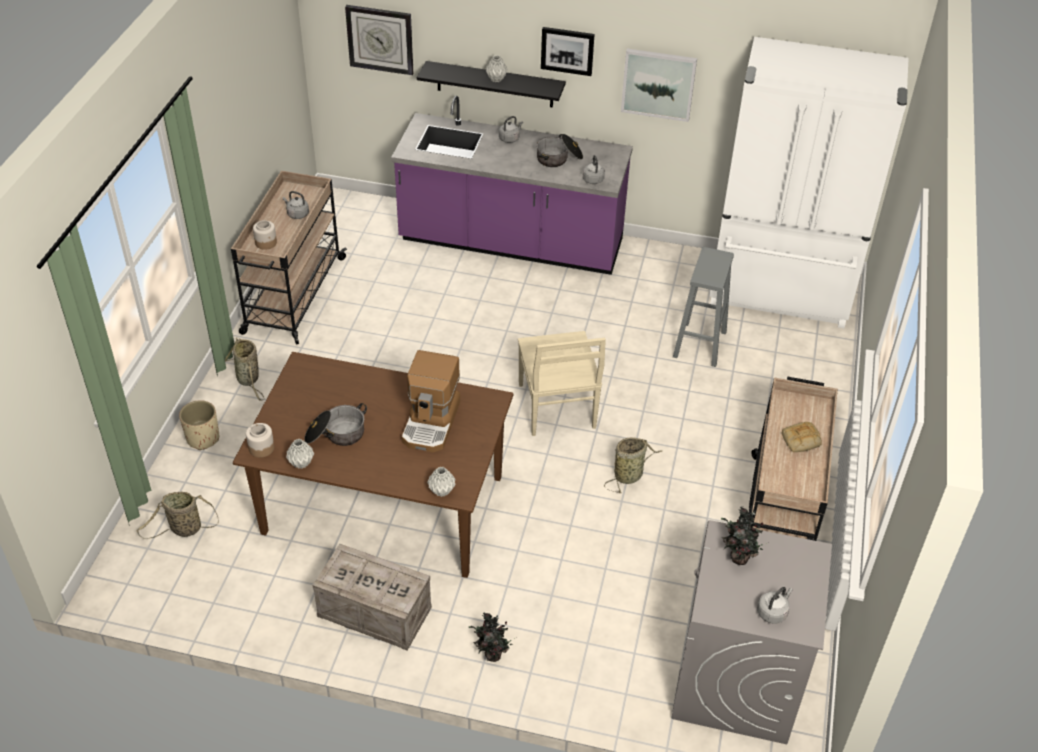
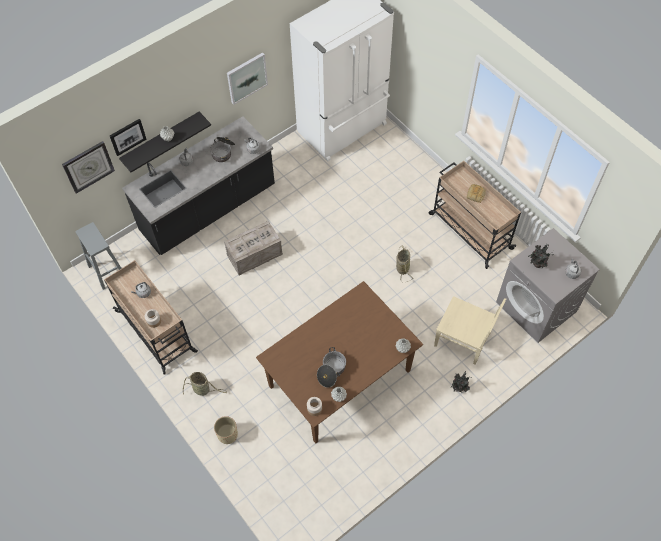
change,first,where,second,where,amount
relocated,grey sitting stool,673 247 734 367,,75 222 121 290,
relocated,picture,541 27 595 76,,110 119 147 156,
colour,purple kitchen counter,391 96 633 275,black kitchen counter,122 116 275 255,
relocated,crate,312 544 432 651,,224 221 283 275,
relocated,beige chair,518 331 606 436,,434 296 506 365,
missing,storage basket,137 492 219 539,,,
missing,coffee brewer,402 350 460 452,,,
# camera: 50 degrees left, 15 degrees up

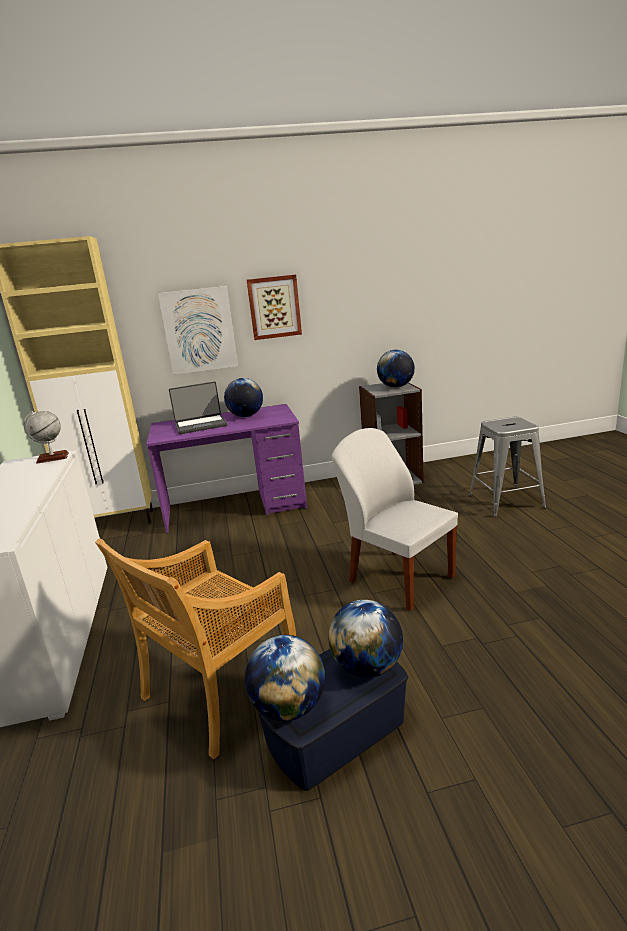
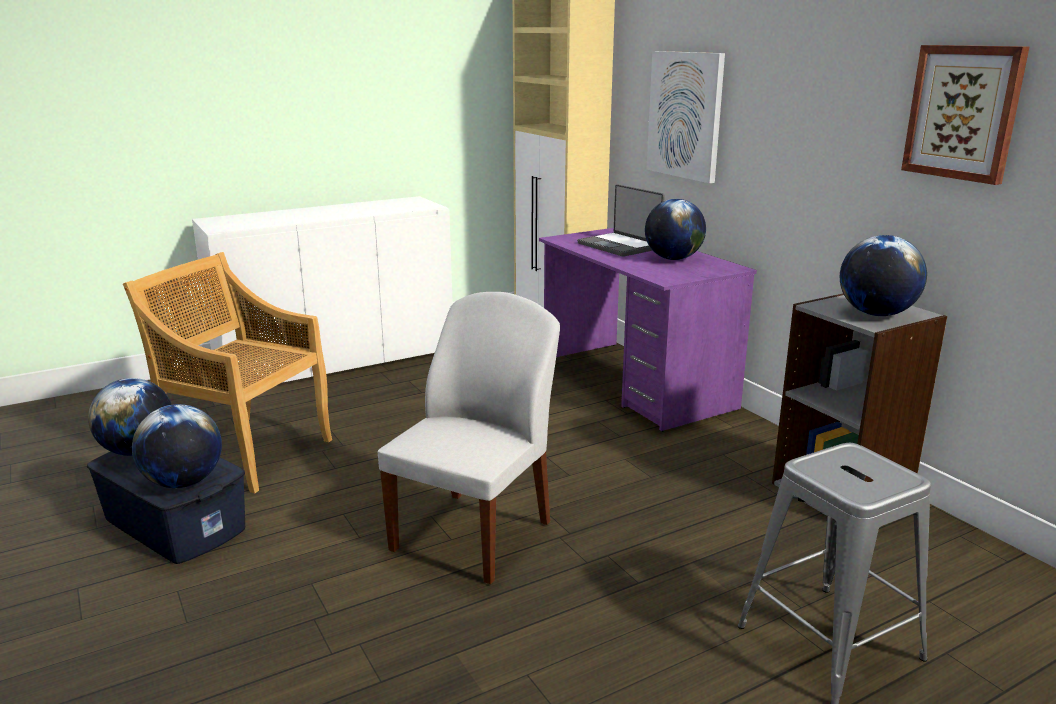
change,first,where,second,where,amount
relocated,picture,247 275 302 340,,901 45 1029 185,
missing,world globe,23 411 69 464,,,
# camera: 70 degrees right, 0 degrees up

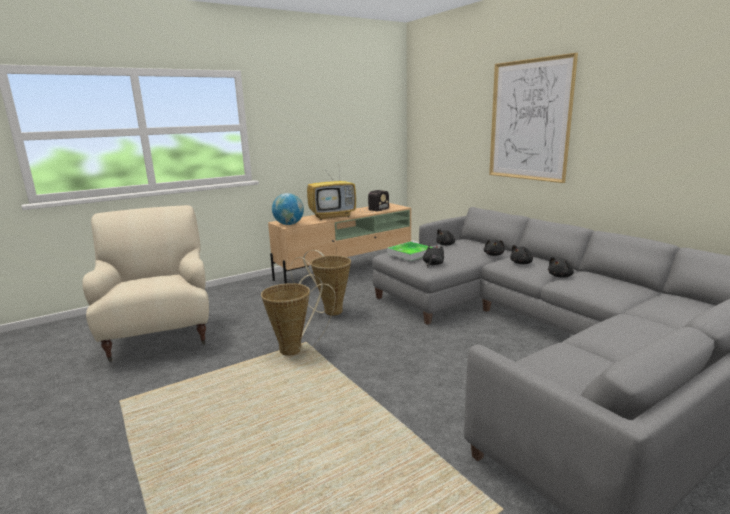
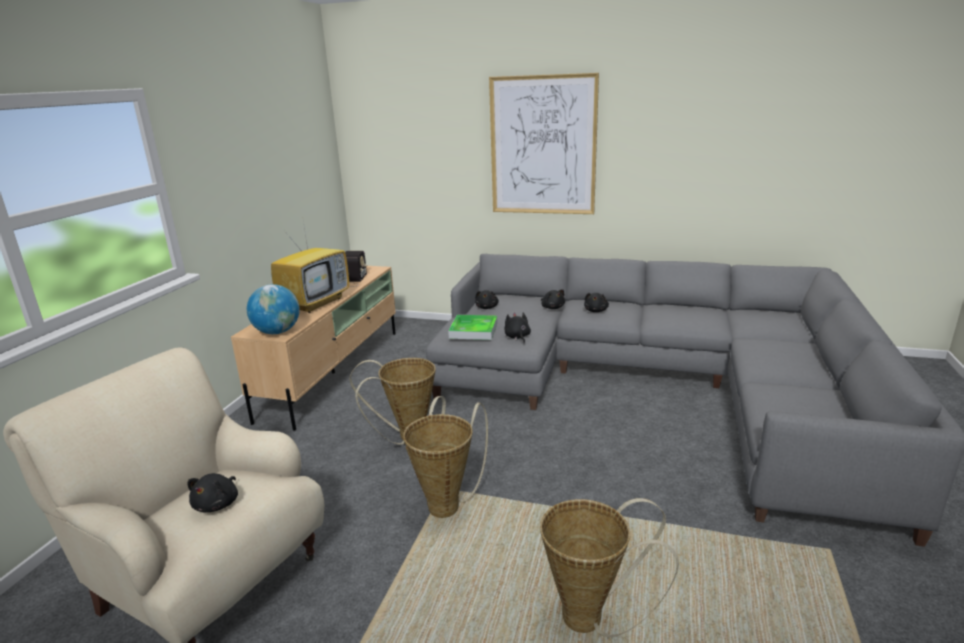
change,first,where,second,where,amount
relocated,black cuddly toy,548 257 574 278,,187 473 238 513,
appeared,,,storage basket,540 498 679 638,
# camera: 40 degrees left, 5 degrees up

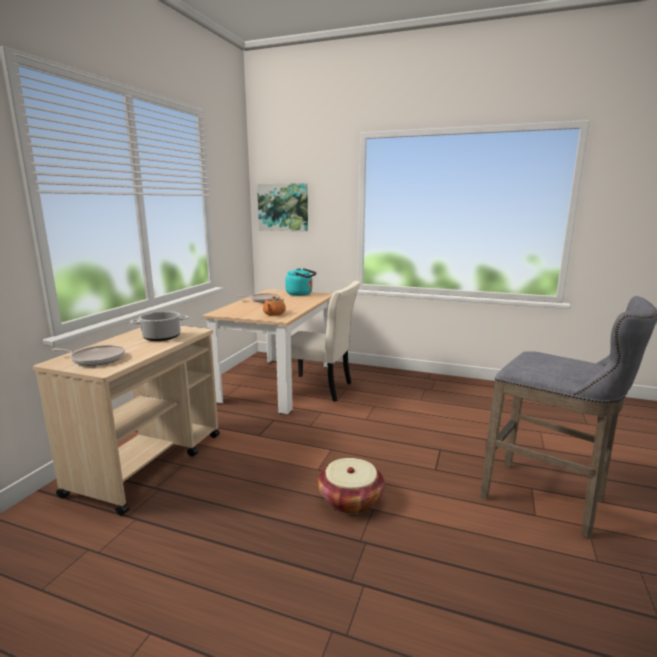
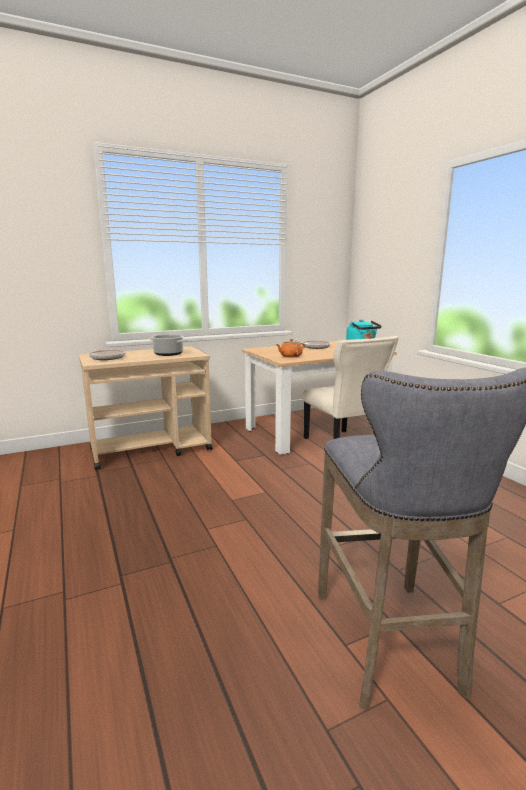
change,first,where,second,where,amount
missing,picture,257 183 308 231,,,
missing,storage basket,318 458 385 514,,,
# camera: 45 degrees right, 0 degrees up

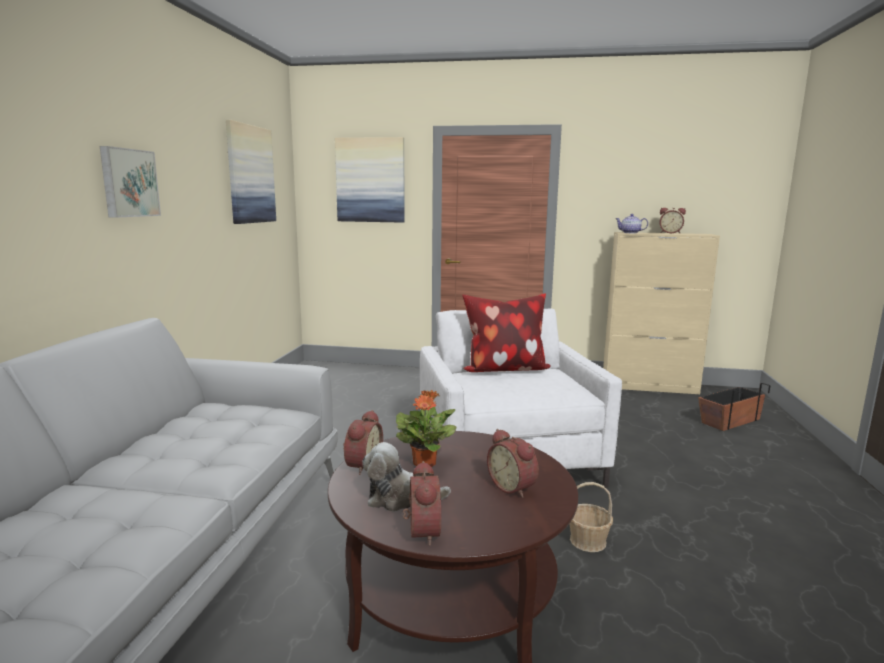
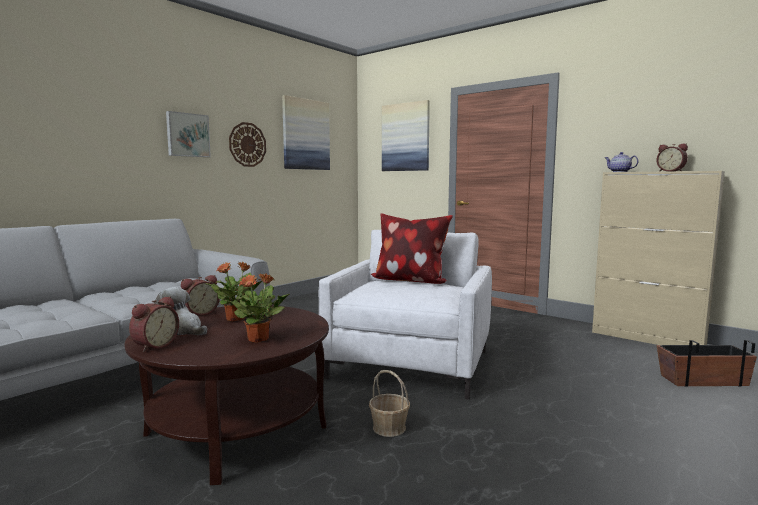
change,first,where,second,where,amount
exchanged,bedside clock,487 429 539 498,houseplant,225 273 289 343,
appeared,,,wall clock,229 122 266 167,
# camera: 30 degrees right, 5 degrees down

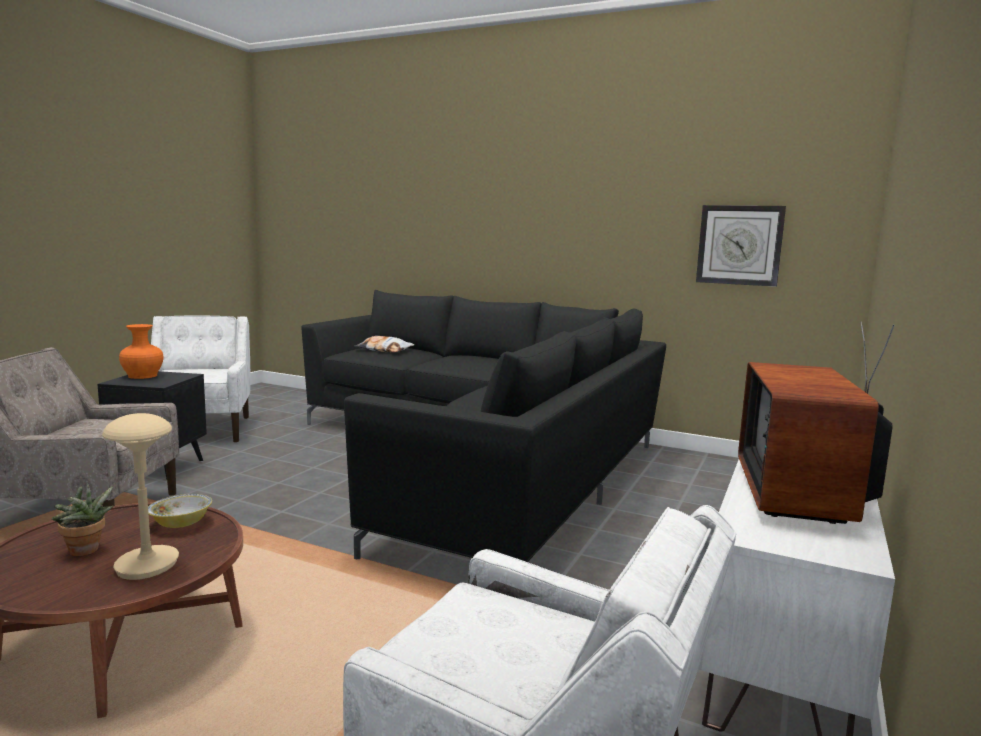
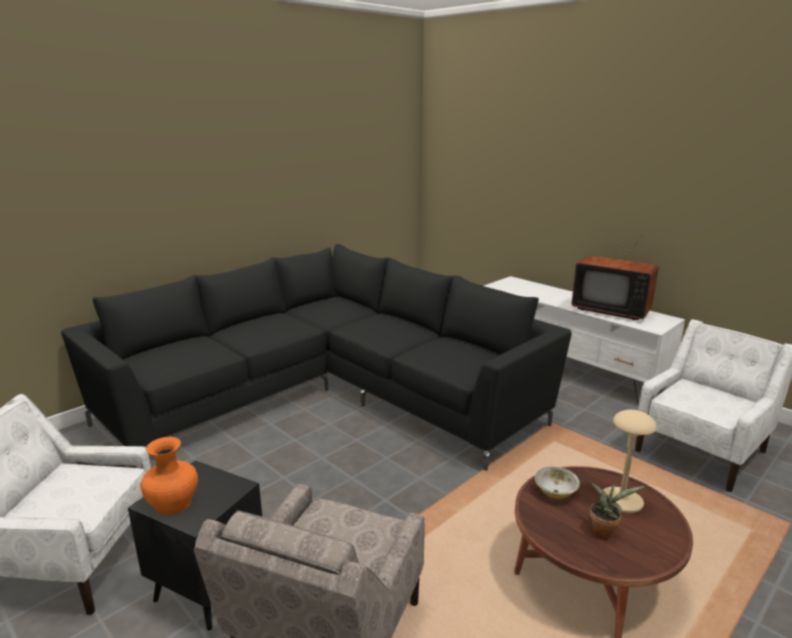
change,first,where,second,where,amount
missing,throw pillow,354 336 415 352,,,
missing,wall clock,696 205 786 287,,,
# camera: 70 degrees left, 10 degrees up

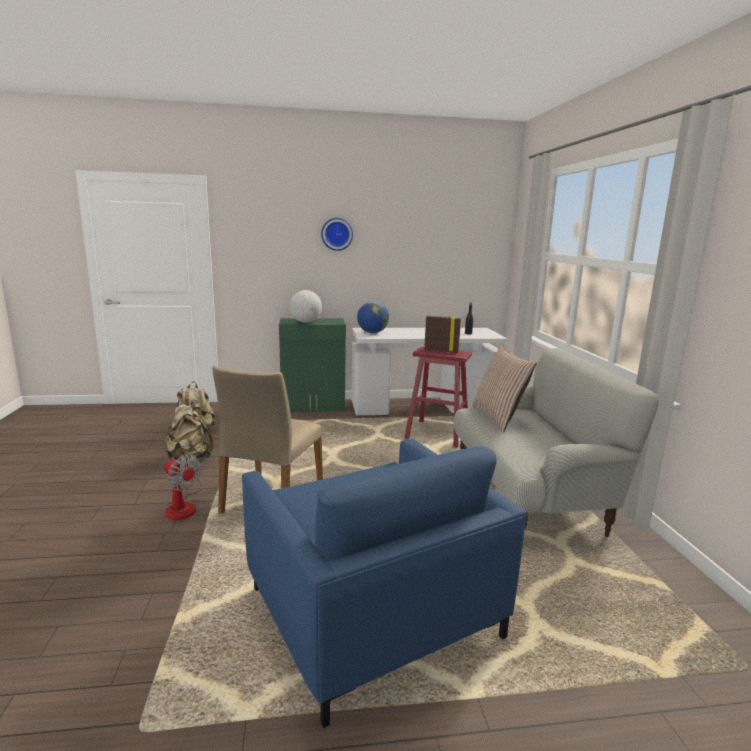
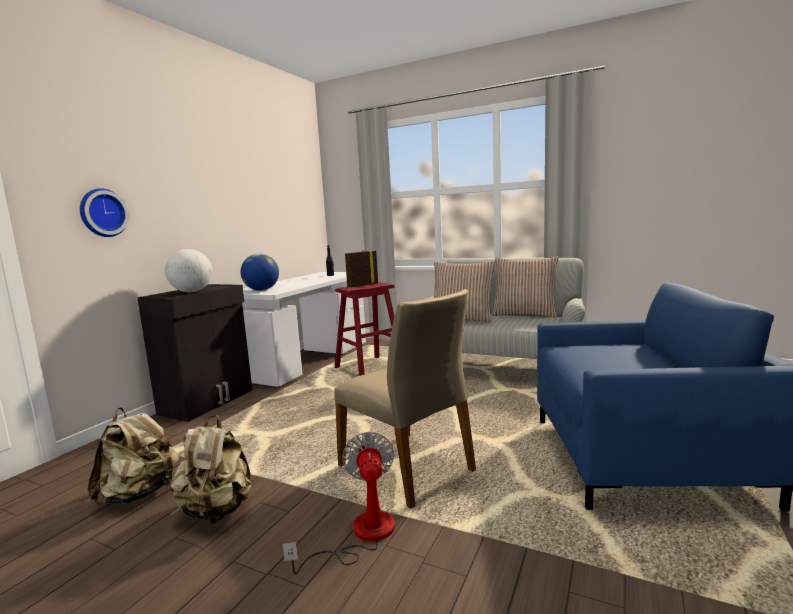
change,first,where,second,where,amount
relocated,wall clock,321 218 353 251,,80 188 129 237,
colour,greenish storage cabinet,279 318 346 412,black storage cabinet,137 284 252 422,
spun,electric fan,164 454 203 520,,282 432 395 574,75 degrees counterclockwise
appeared,,,throw pillow,492 256 559 318,
# camera: 55 degrees left, 5 degrees down

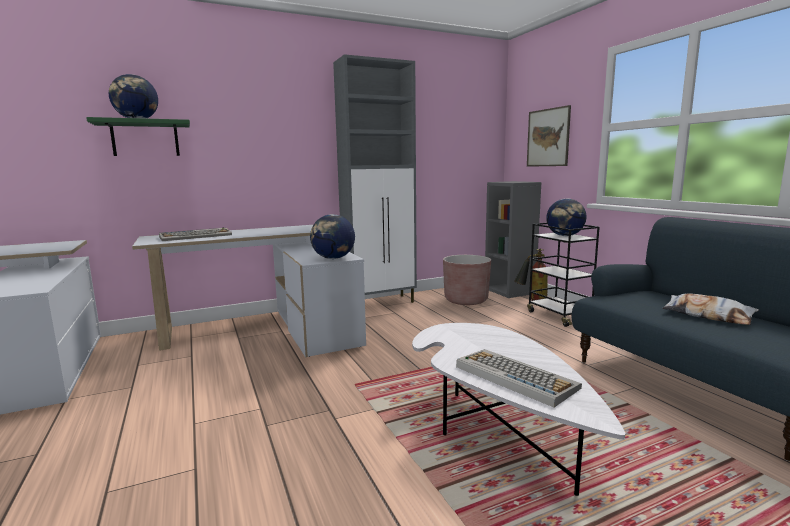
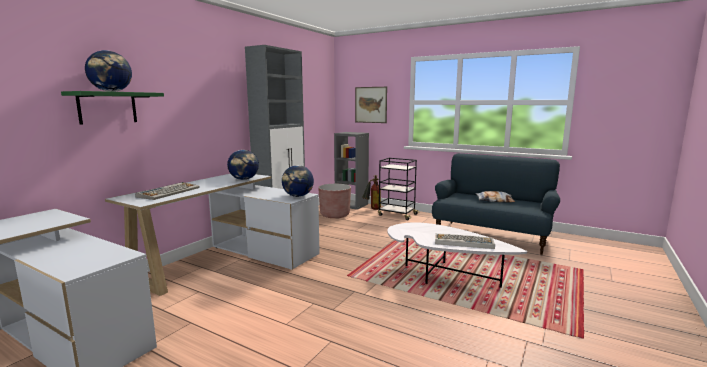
change,first,where,second,where,amount
relocated,world globe,546 198 587 236,,227 150 259 180,
# camera: 35 degrees left, 0 degrees up

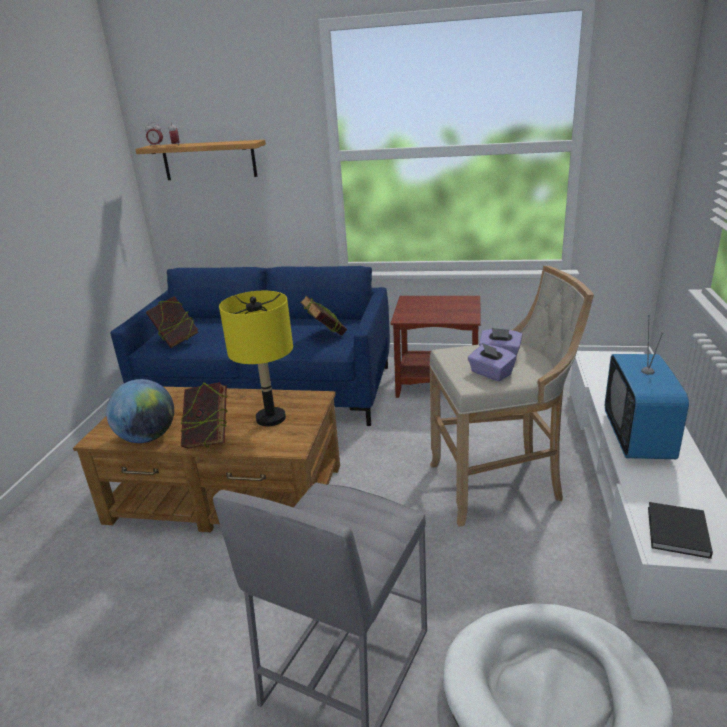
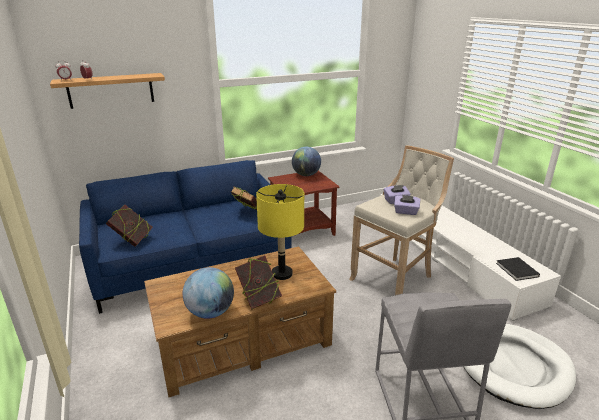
change,first,where,second,where,amount
appeared,,,world globe,292 147 321 176,
missing,TV,605 315 689 459,,,
# camera: 35 degrees left, 0 degrees up

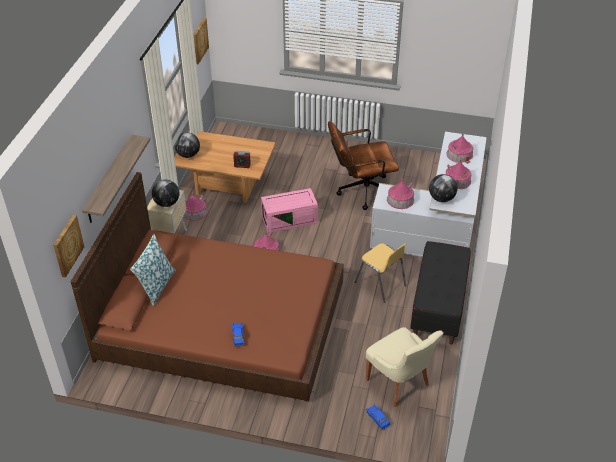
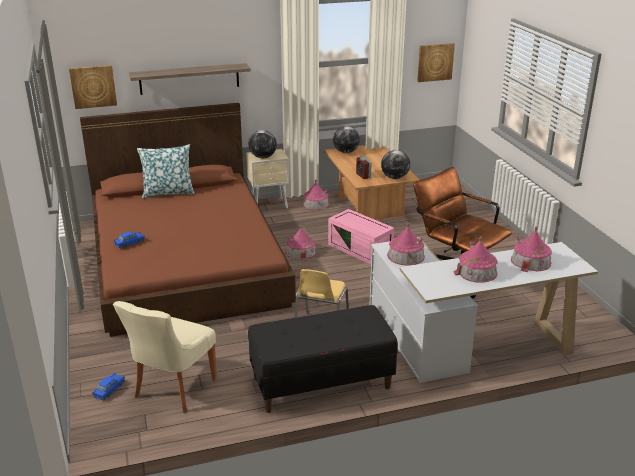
change,first,where,second,where,amount
relocated,world globe,429 174 458 202,,381 150 410 179,
# camera: 60 degrees right, 15 degrees down

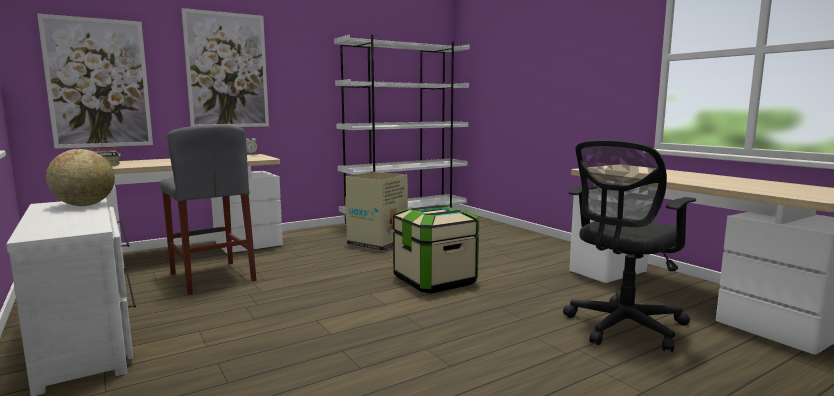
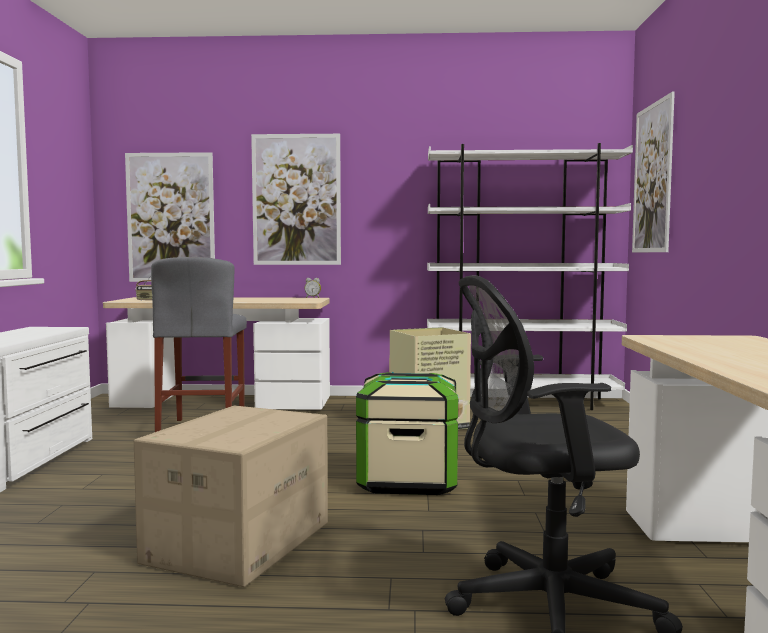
change,first,where,second,where,amount
appeared,,,packing box,134 405 328 587,
appeared,,,picture,632 92 675 252,
missing,world globe,46 149 115 206,,,
# camera: 35 degrees right, 5 degrees down

